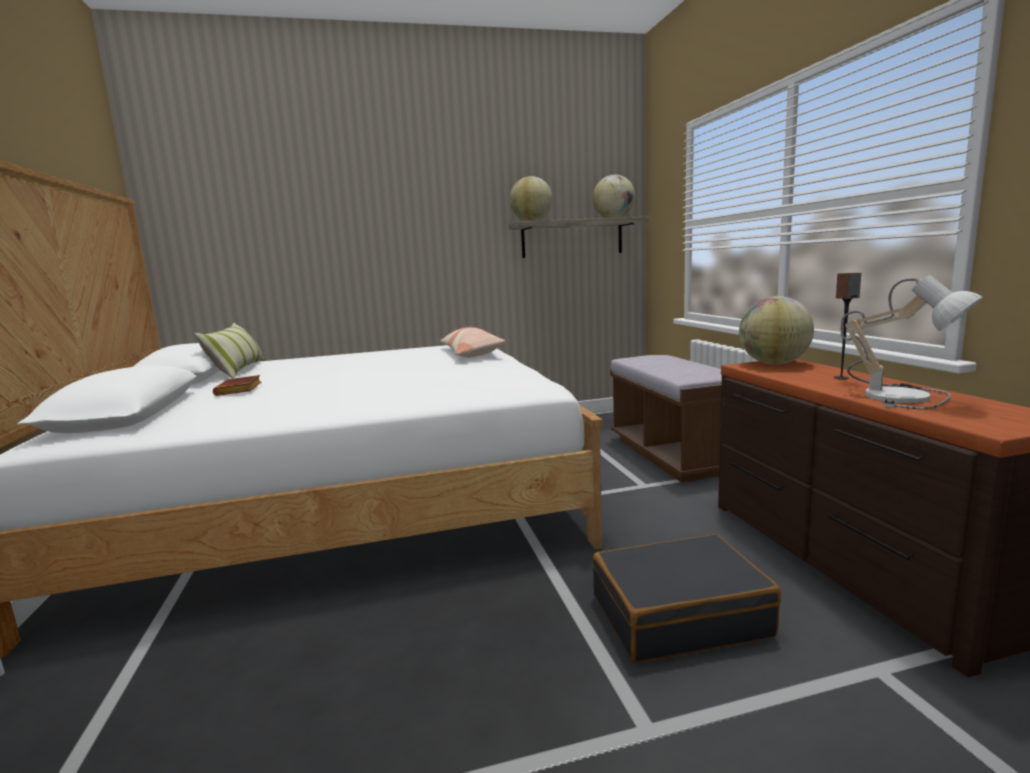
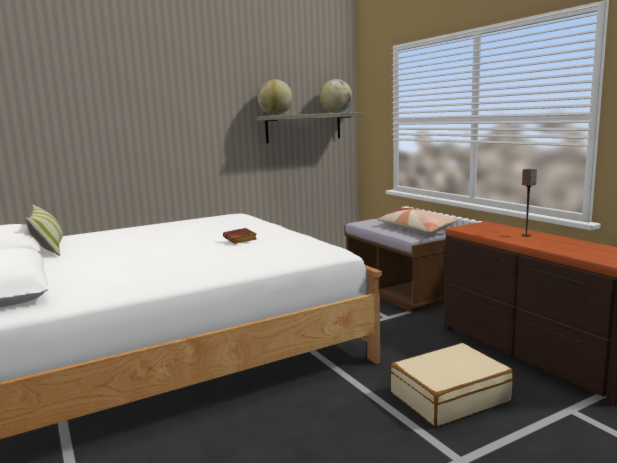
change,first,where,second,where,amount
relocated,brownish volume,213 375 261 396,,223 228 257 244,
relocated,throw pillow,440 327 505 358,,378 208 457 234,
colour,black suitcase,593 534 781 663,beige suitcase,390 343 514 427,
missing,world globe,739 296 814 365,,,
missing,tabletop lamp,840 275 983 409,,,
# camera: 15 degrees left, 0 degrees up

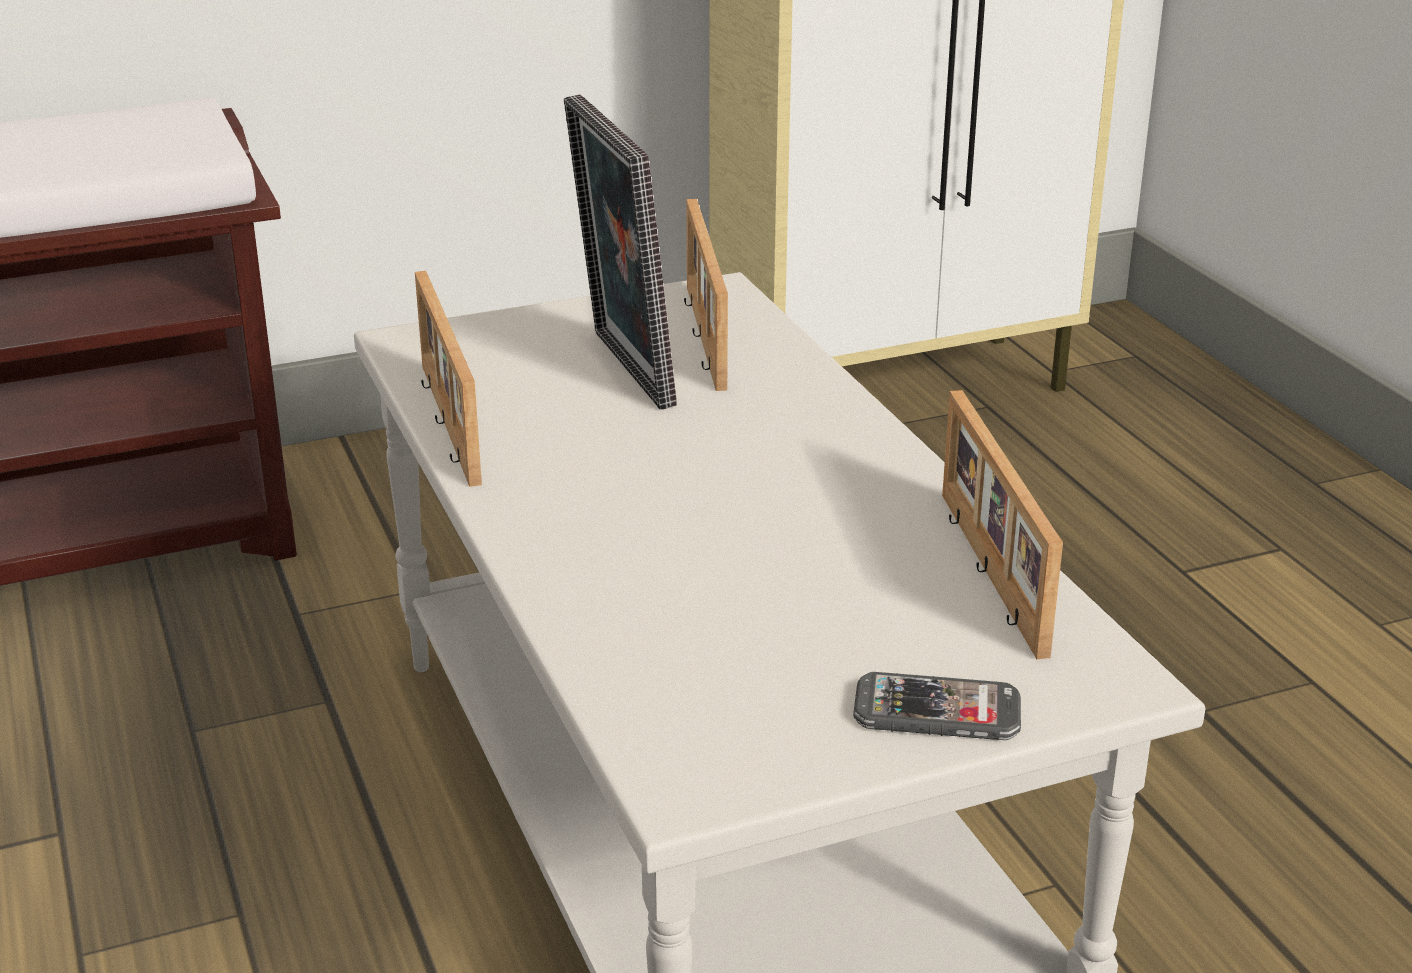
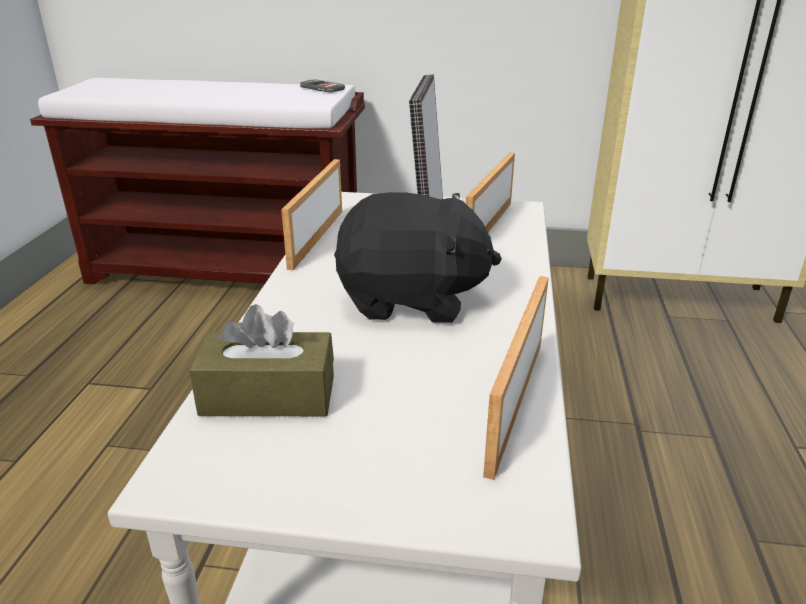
change,first,where,second,where,amount
appeared,,,brownish tissue holder,189 304 334 416,
relocated,handset,853 672 1021 740,,300 80 345 92,
appeared,,,black cuddly toy,334 192 502 323,
# camera: 30 degrees right, 0 degrees up

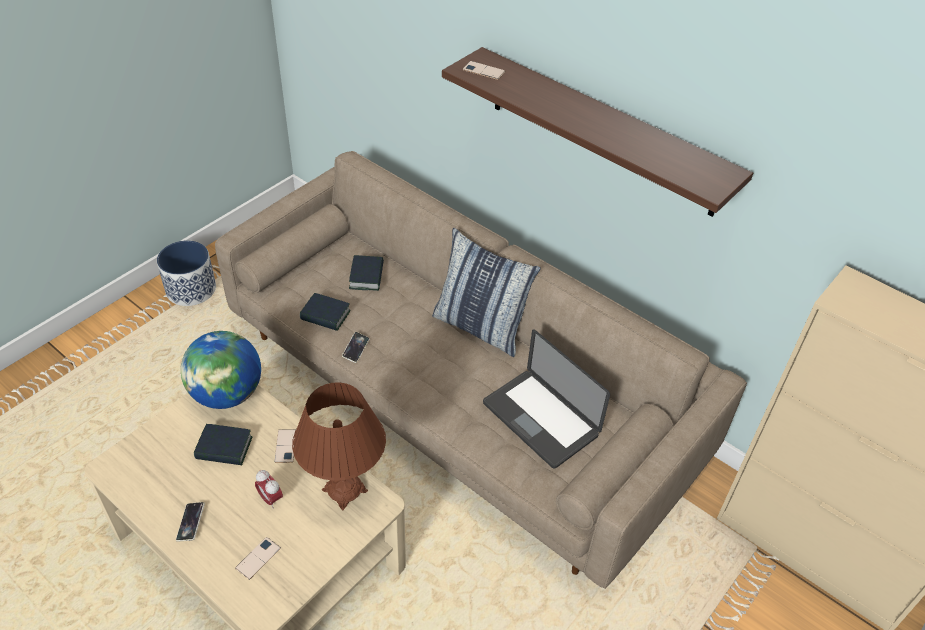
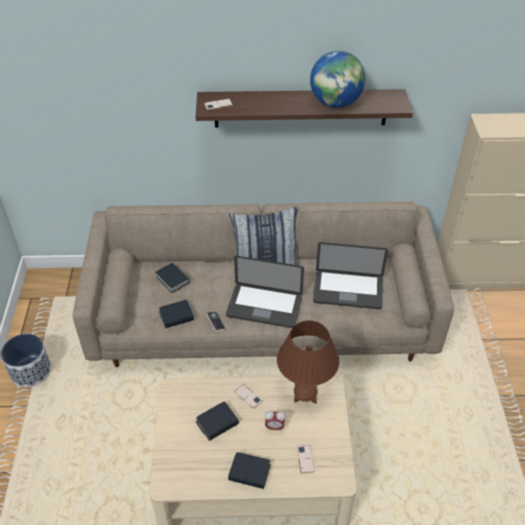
change,first,where,second,where,amount
appeared,,,notebook computer,226 256 304 328,
exchanged,handset,176 502 205 542,volume,228 452 270 489,
relocated,world globe,181 331 261 409,,310 51 365 108,
# camera: 40 degrees left, 0 degrees up

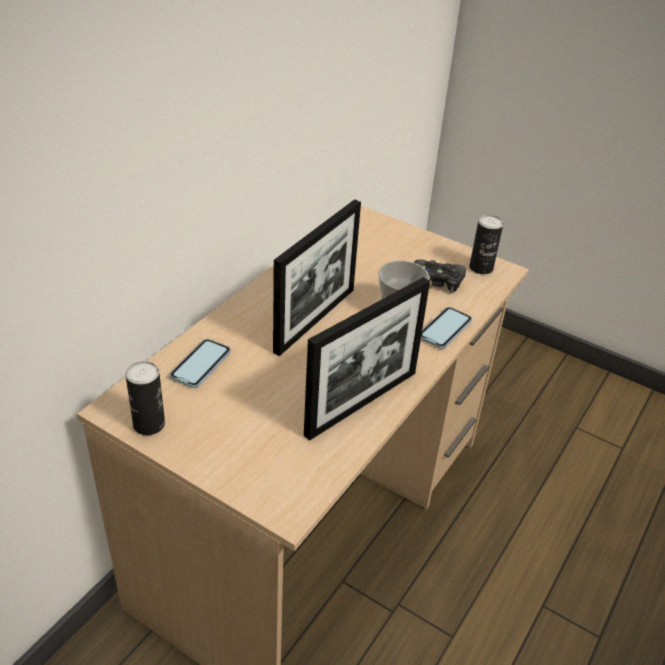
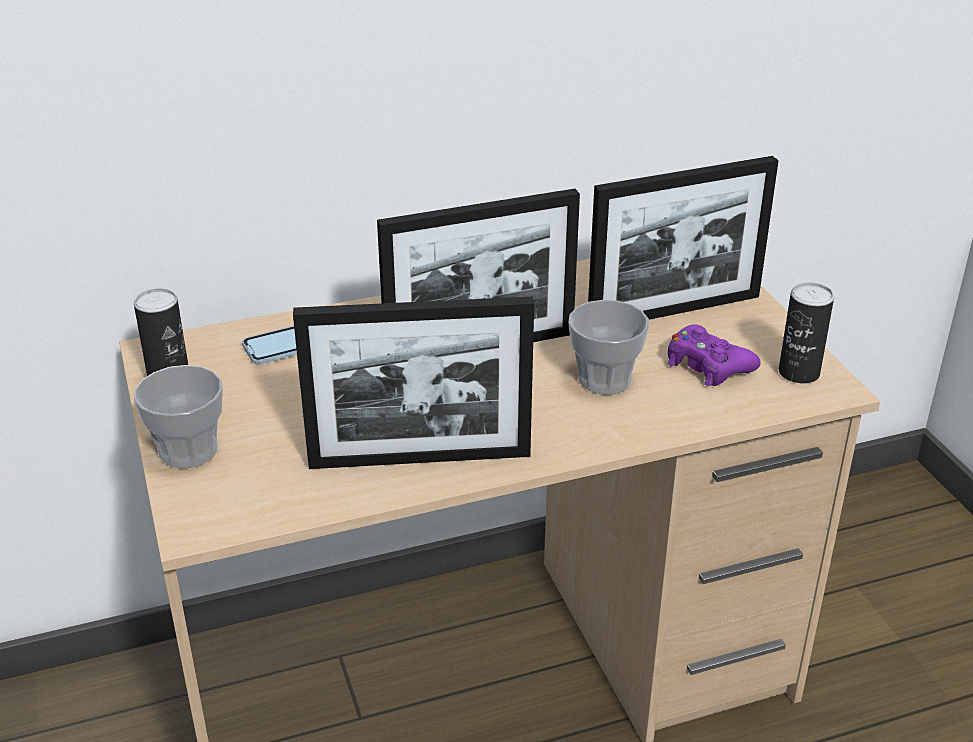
change,first,where,second,where,amount
appeared,,,cup,134 365 223 468,
appeared,,,picture frame,588 156 779 320,
colour,black gamepad,414 259 466 293,purple gamepad,668 324 761 386,
missing,handset,421 307 472 349,,,
# camera: 40 degrees right, 5 degrees down

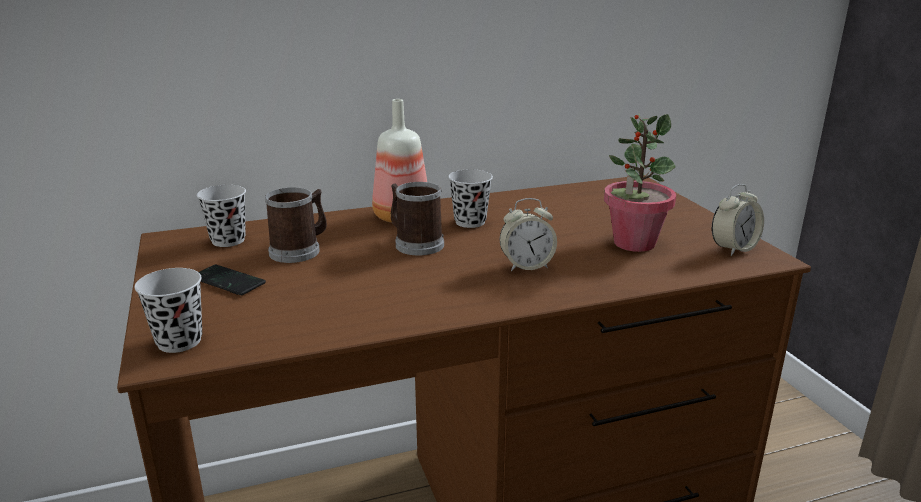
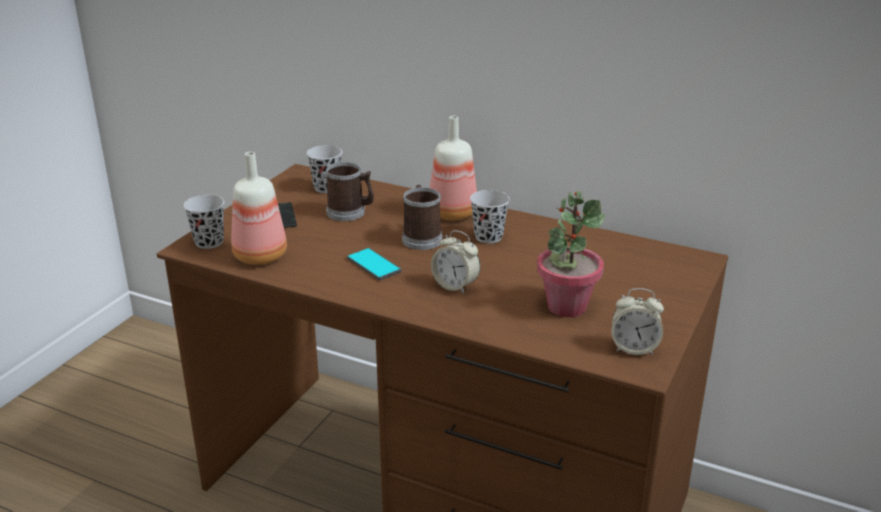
change,first,where,second,where,amount
appeared,,,beverage bottle,231 152 287 265,
appeared,,,handset,347 248 402 280,
# camera: 45 degrees right, 5 degrees up

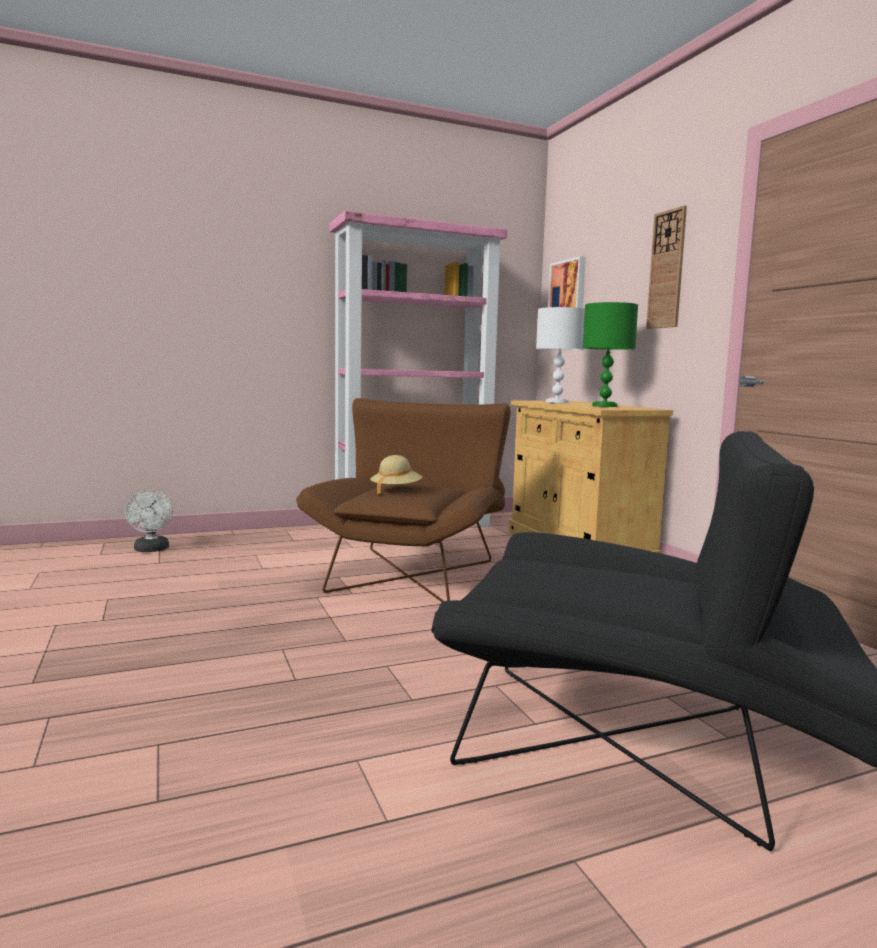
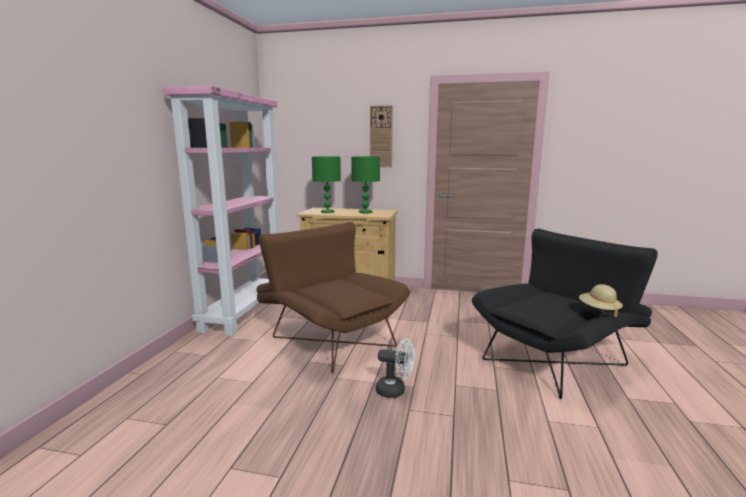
change,first,where,second,where,amount
colour,white-coloured tabletop lamp,536 307 585 403,greenish tabletop lamp,312 156 341 213,
relocated,white-coloured electric fan,125 489 173 552,,376 338 415 398,
relocated,beige clothing hat,370 455 422 494,,579 284 623 318,
missing,picture,548 256 586 308,,,
# camera: 55 degrees left, 5 degrees up

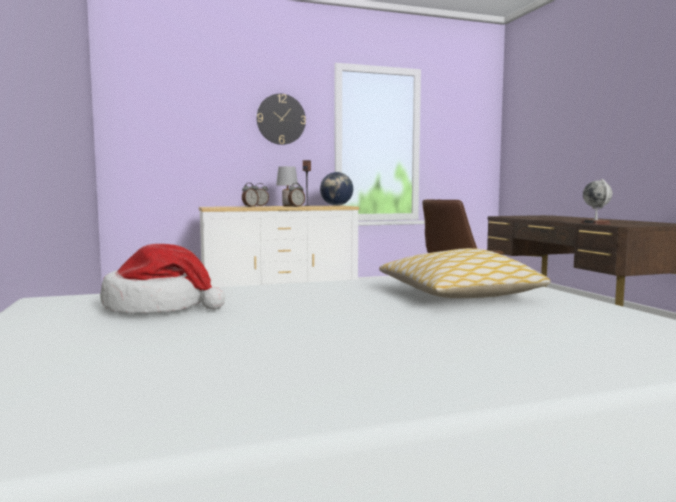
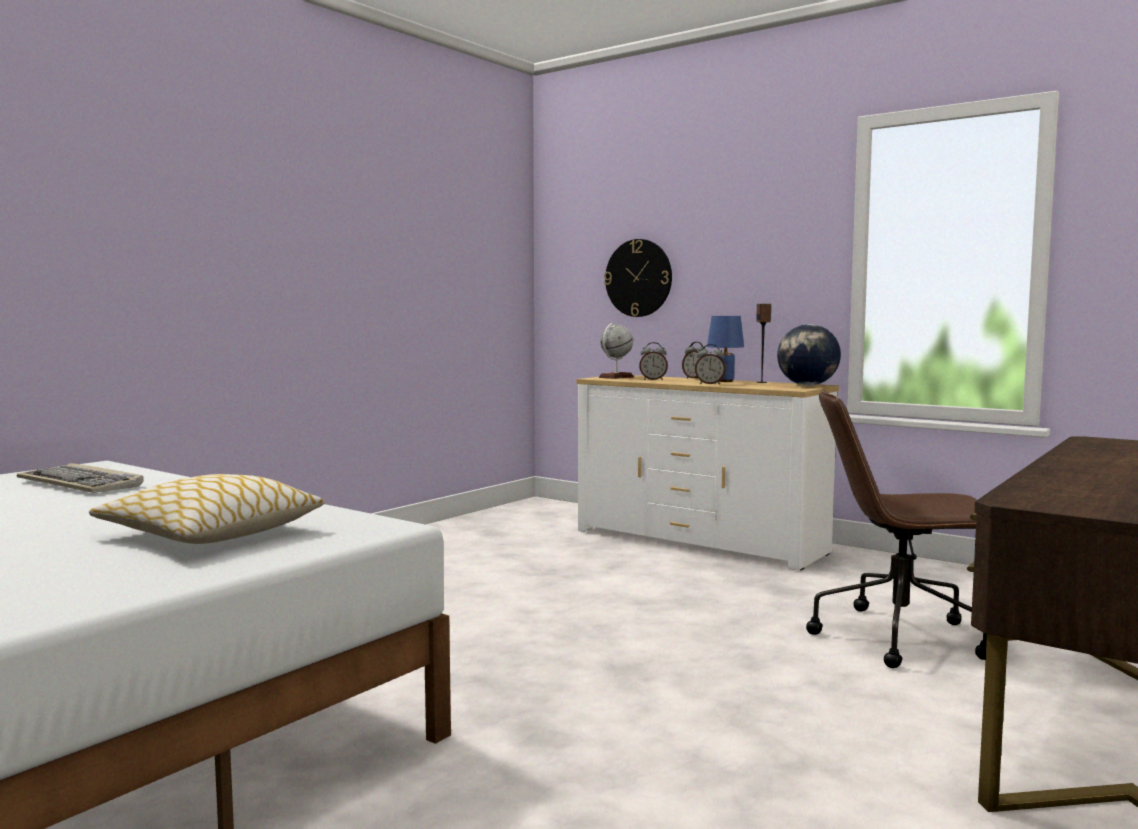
change,first,where,second,where,amount
exchanged,clothing hat,100 244 225 313,keyboard,17 463 144 493,
relocated,world globe,581 179 612 225,,599 323 634 379,
relocated,wall clock,256 94 306 145,,604 239 672 317,
colour,grey tabletop lamp,276 166 298 206,blue tabletop lamp,707 316 744 382,
# camera: 55 degrees right, 0 degrees up

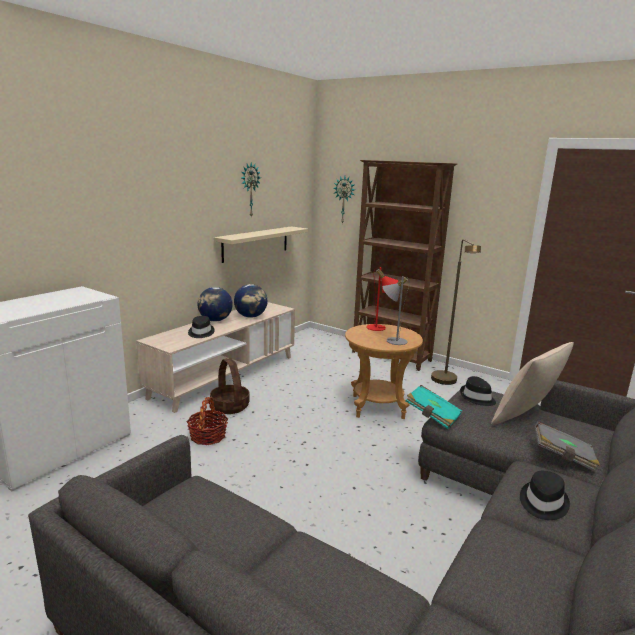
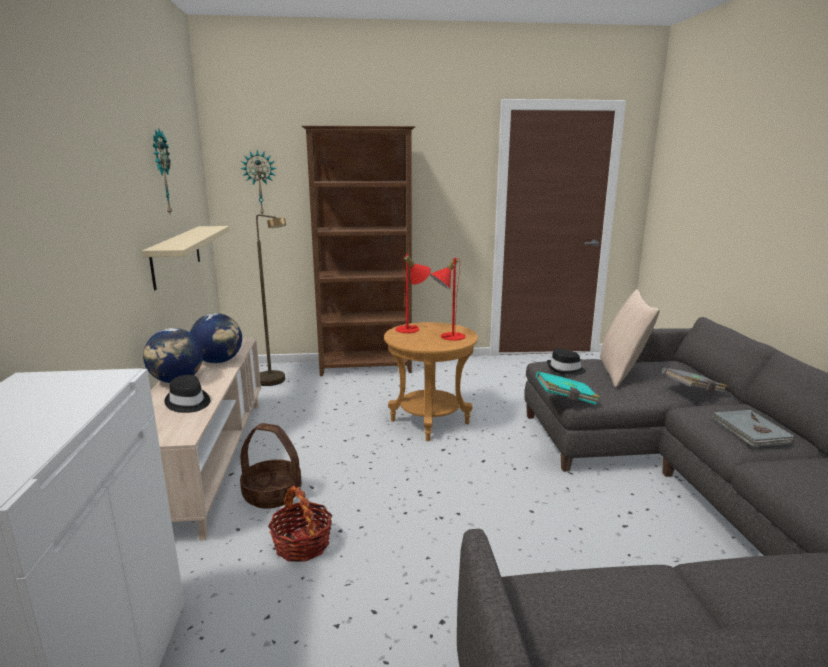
change,first,where,second,where,amount
relocated,brownish floor lamp,431 239 481 385,,256 214 286 386,
colour,grey tabletop lamp,383 276 410 345,red tabletop lamp,430 258 465 341,
exchanged,black clothing hat,520 471 570 520,grey volume,712 410 795 447,
# camera: 40 degrees left, 0 degrees up

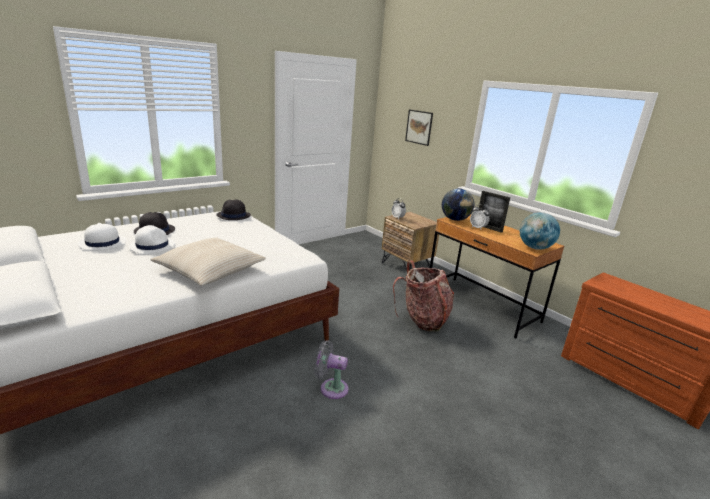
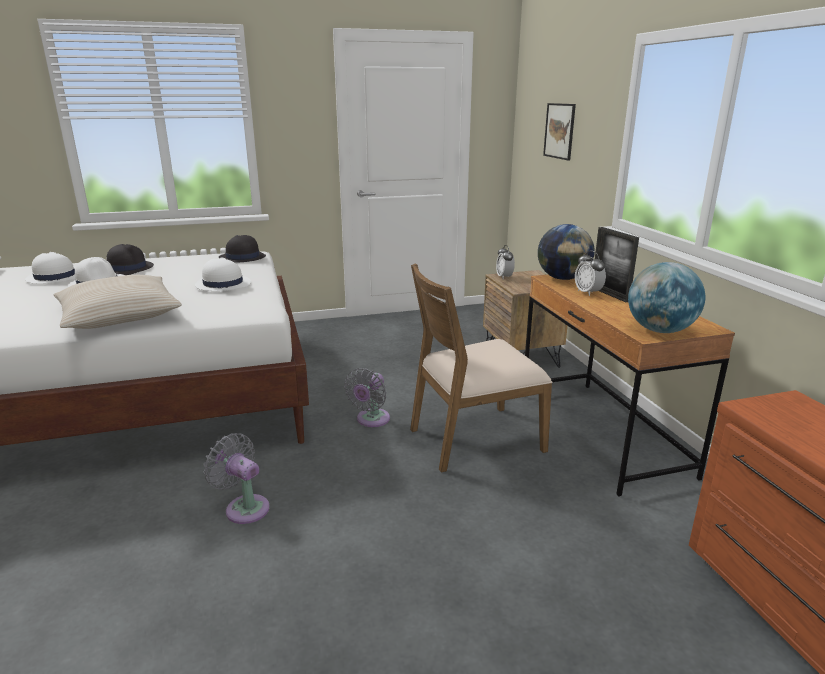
change,first,where,second,where,amount
appeared,,,white-coloured clothing hat,195 258 251 291,
appeared,,,grey electric fan,344 368 390 427,
exchanged,knapsack,393 260 454 332,brownish chair,410 263 552 473,
# camera: 25 degrees right, 0 degrees up

